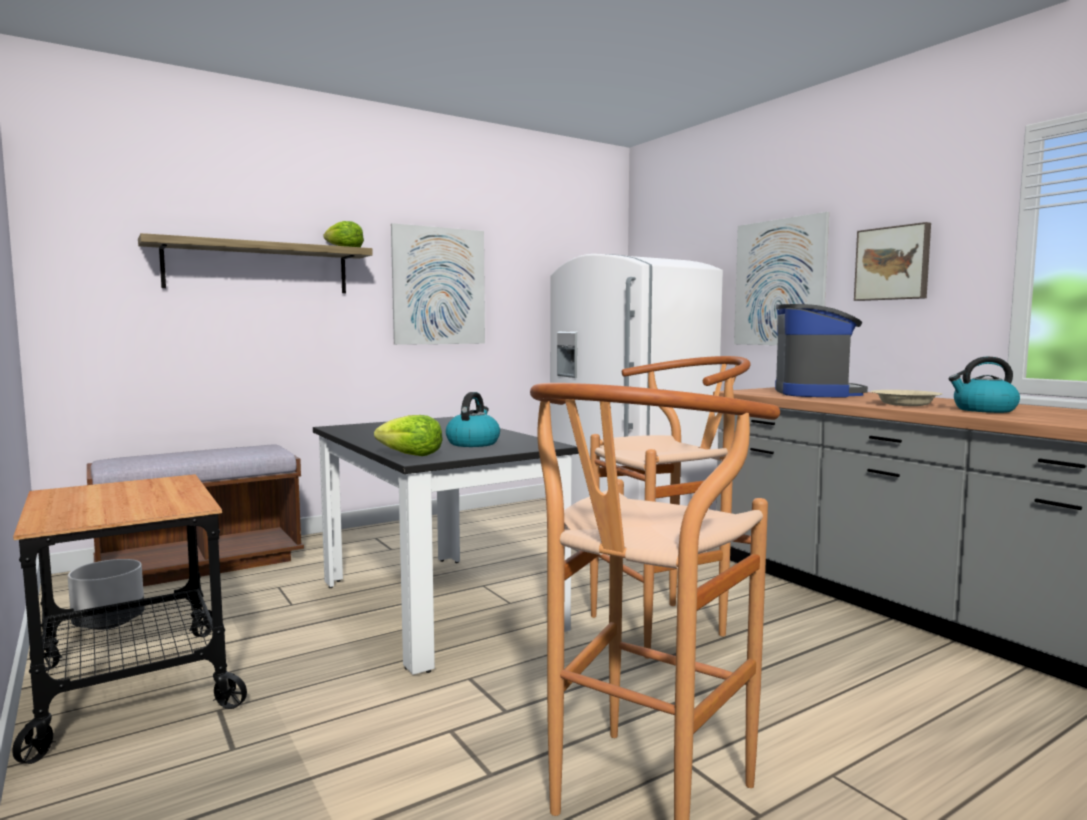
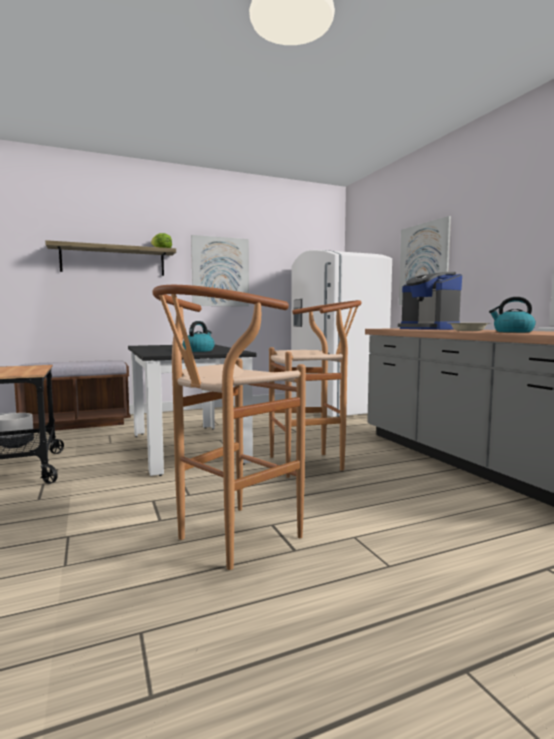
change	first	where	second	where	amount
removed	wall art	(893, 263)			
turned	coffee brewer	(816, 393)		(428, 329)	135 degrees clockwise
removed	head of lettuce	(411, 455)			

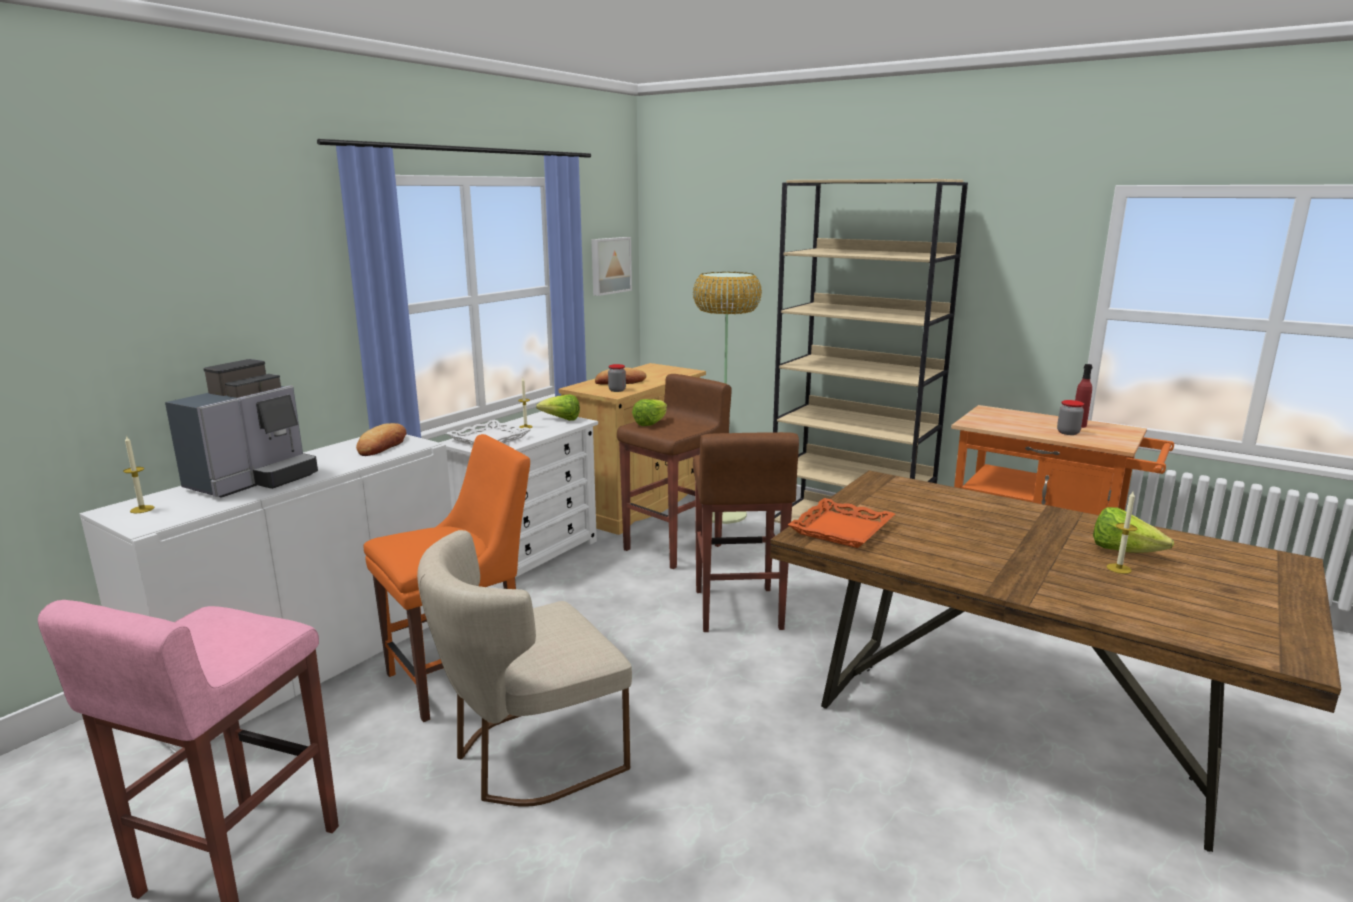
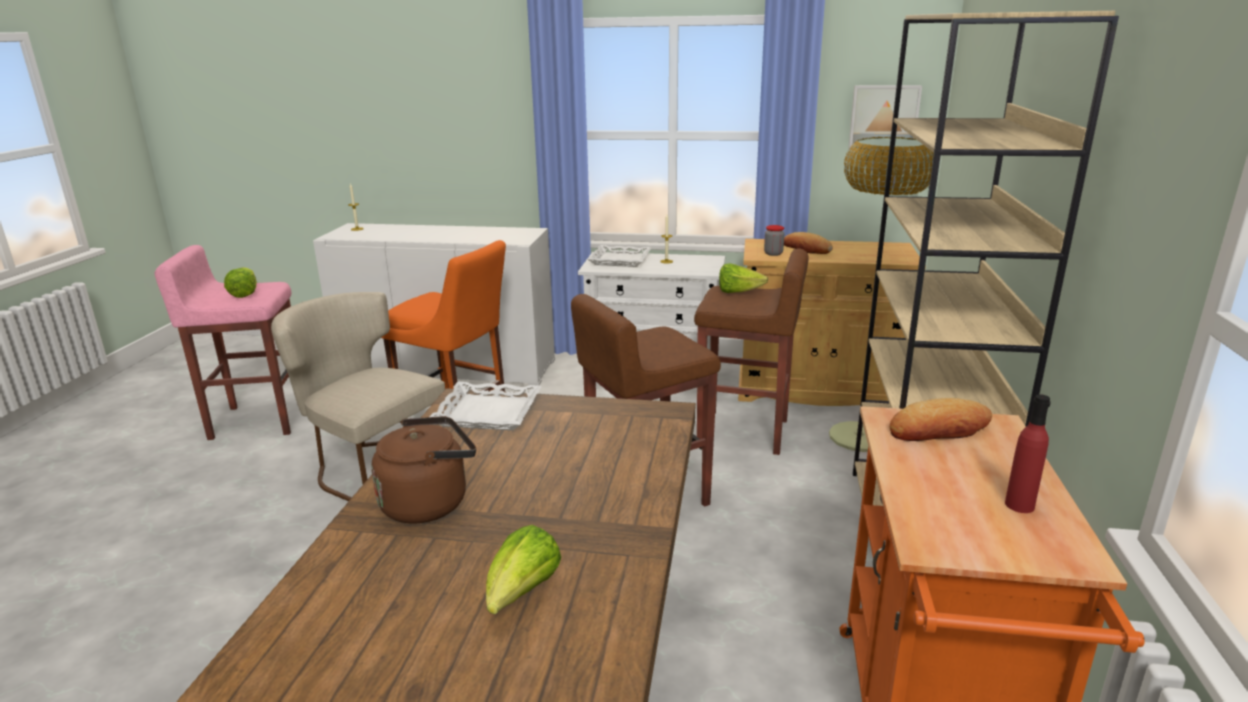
change	first	where	second	where	amount
removed	coffee brewer	(254, 480)			
moved	head of lettuce	(561, 419)		(244, 293)	
removed	jar	(1068, 432)			
moved	bakery bread	(383, 445)		(939, 429)	
removed	wax candle	(1118, 568)			
recoloured	orange carrying tray	(840, 529)	white carrying tray	(488, 412)	
added			brownish water kettle	(429, 502)	

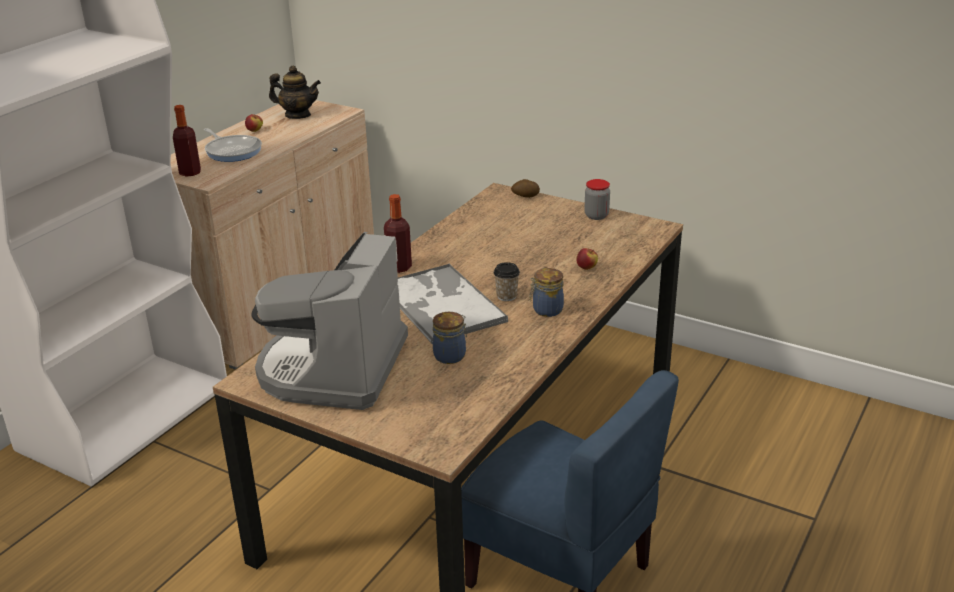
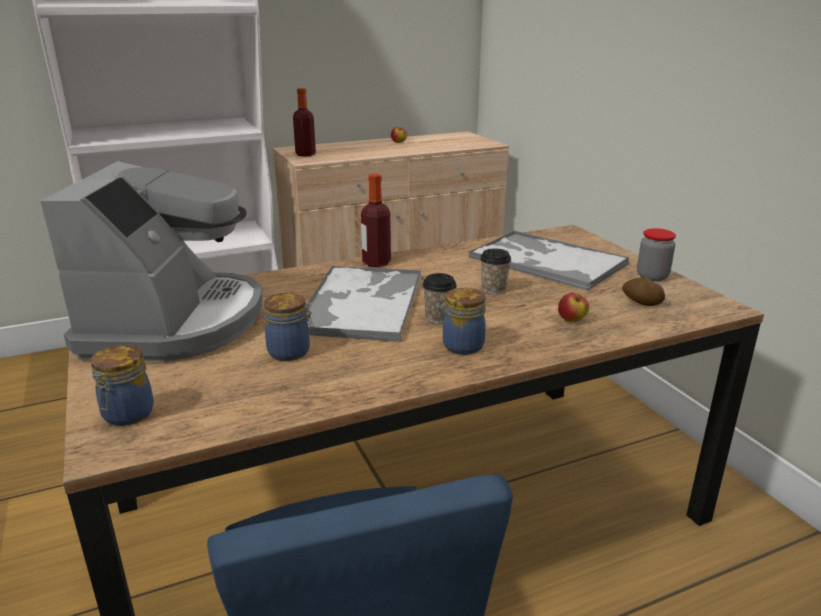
change	first	where	second	where	amount
removed	pot for tea	(297, 115)			
removed	skillet	(232, 151)			
moved	whole potato	(525, 196)		(641, 303)	
turned	coffee brewer	(333, 368)		(175, 322)	135 degrees clockwise
added			carrying tray	(546, 261)	
added			drinking cup	(493, 289)	
added			jar	(127, 415)	

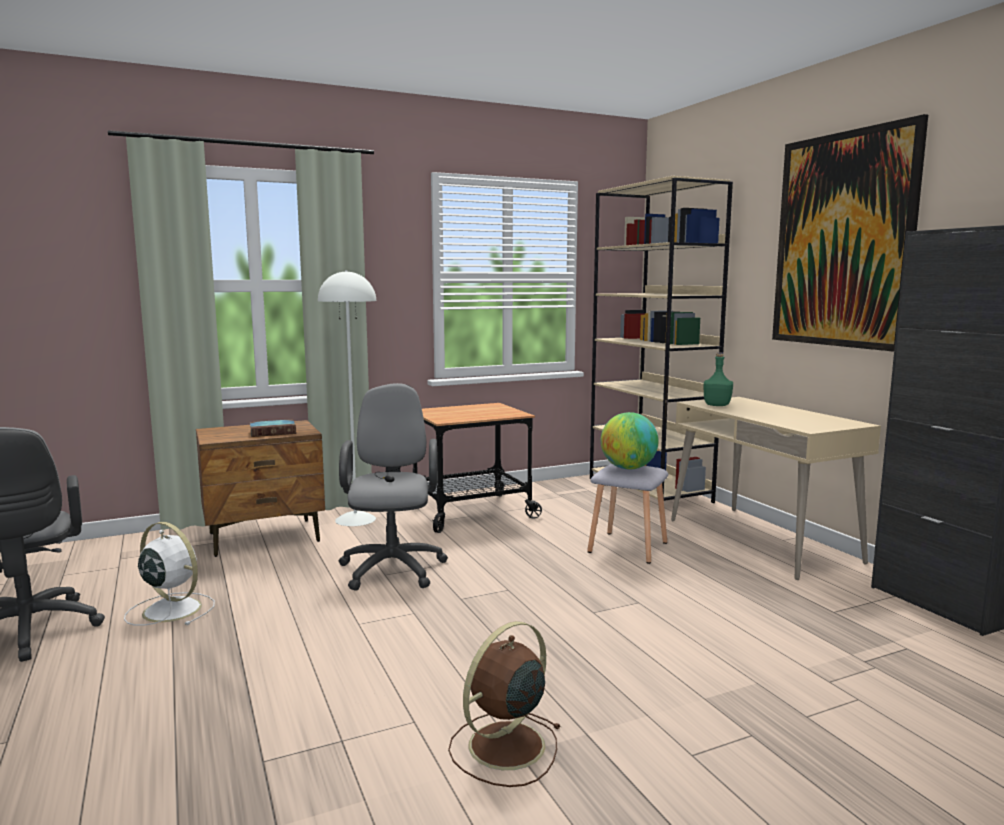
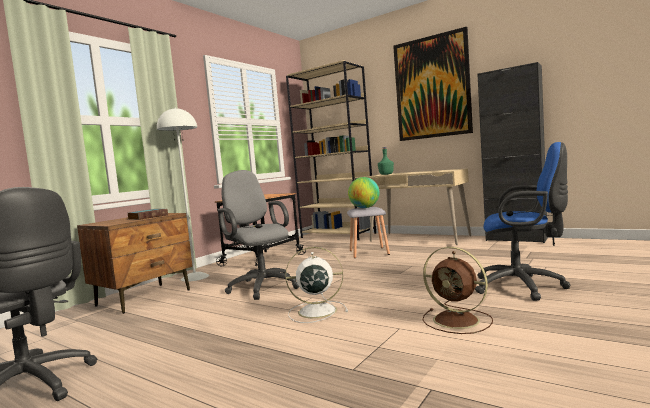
change	first	where	second	where	amount
moved	white cooling fan	(170, 609)		(315, 311)	
turned	brownish cooling fan	(504, 747)		(458, 320)	60 degrees counterclockwise
added			blue computer chair	(523, 287)	

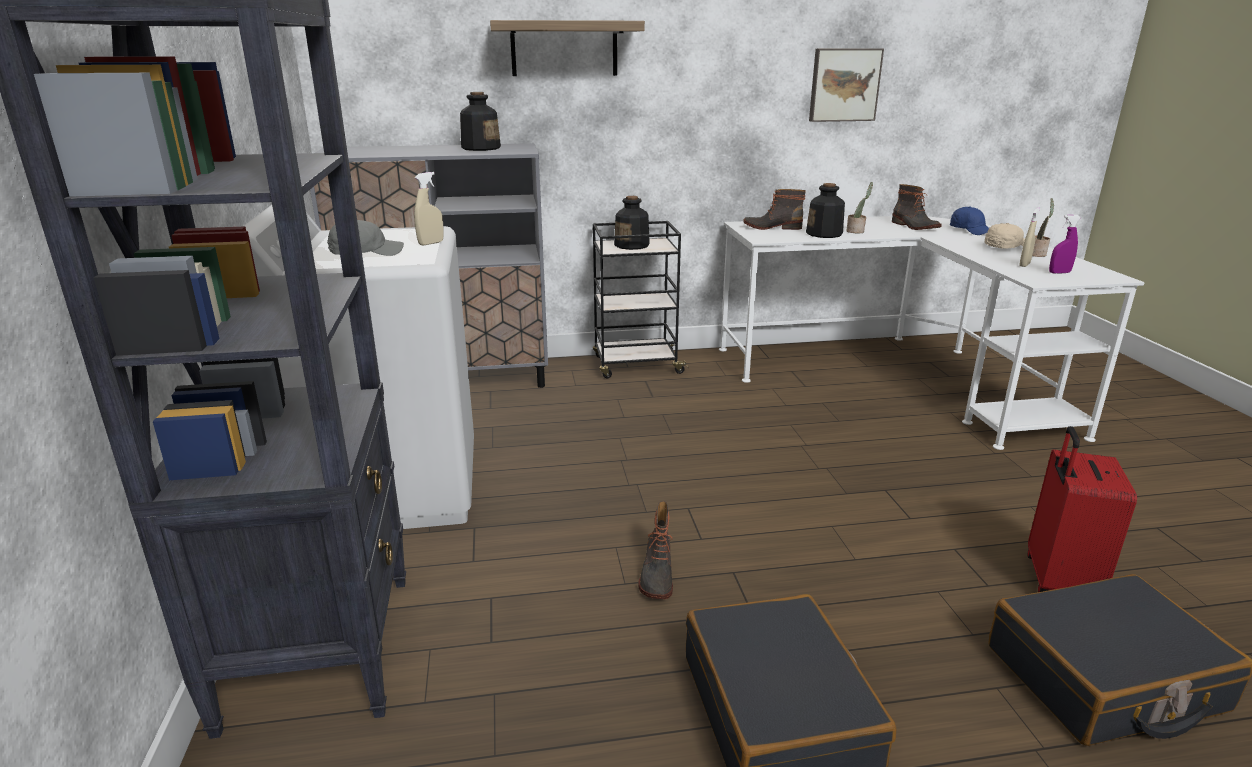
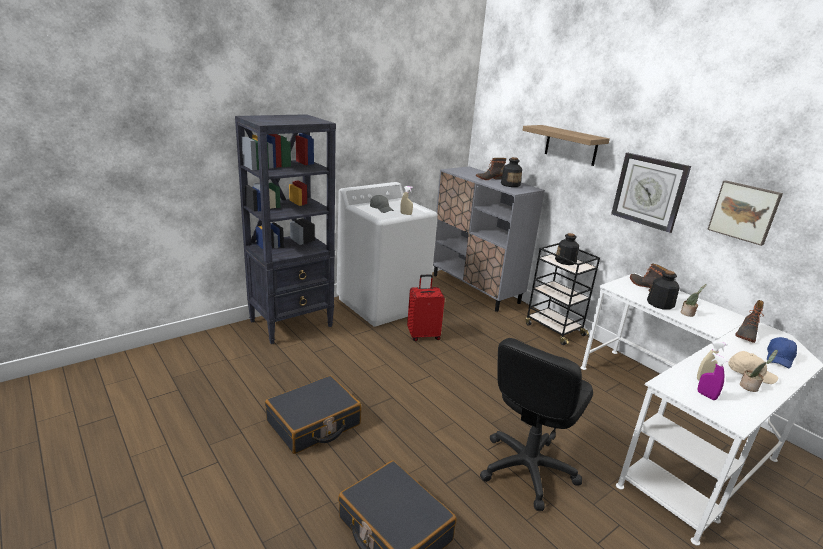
change	first	where	second	where	amount
moved	red suitcase	(1057, 581)		(423, 335)	
moved	high-top boot	(656, 575)		(489, 178)	
added			wall clock	(649, 191)	
added			black-coloured computer chair	(527, 469)	

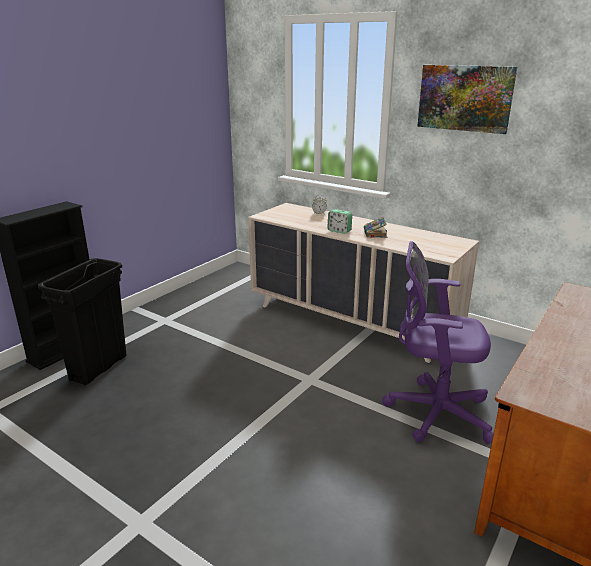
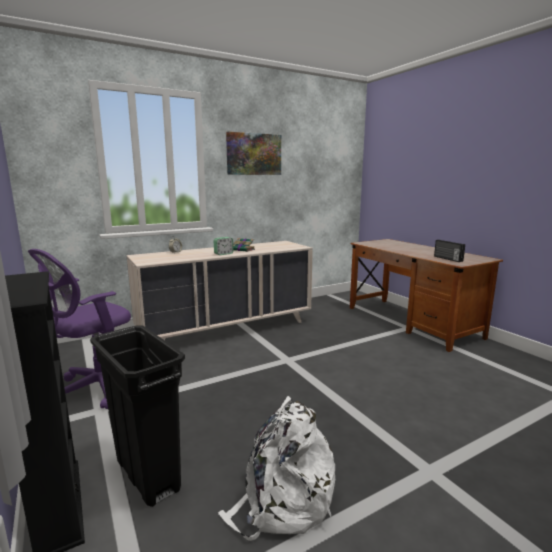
change	first	where	second	where	amount
moved	purple-coloured computer chair	(433, 412)		(98, 388)	
added			radio receiver	(447, 259)	
added			white knapsack	(282, 500)	

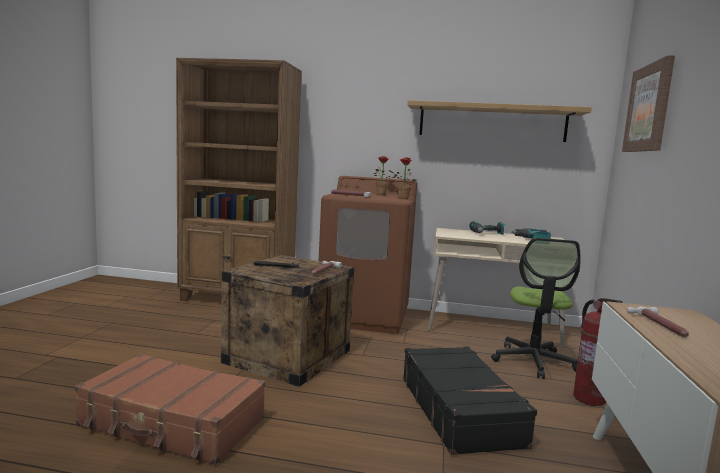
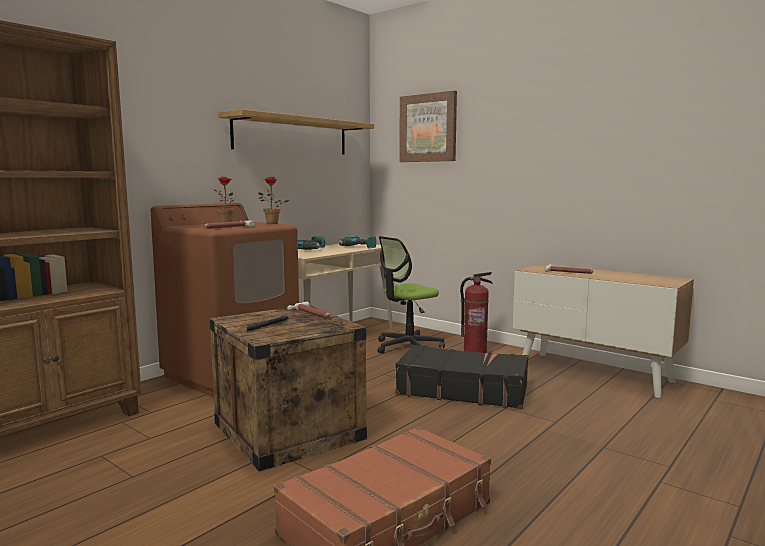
change	first	where	second	where	amount
turned	computer chair	(533, 361)		(408, 347)	105 degrees clockwise

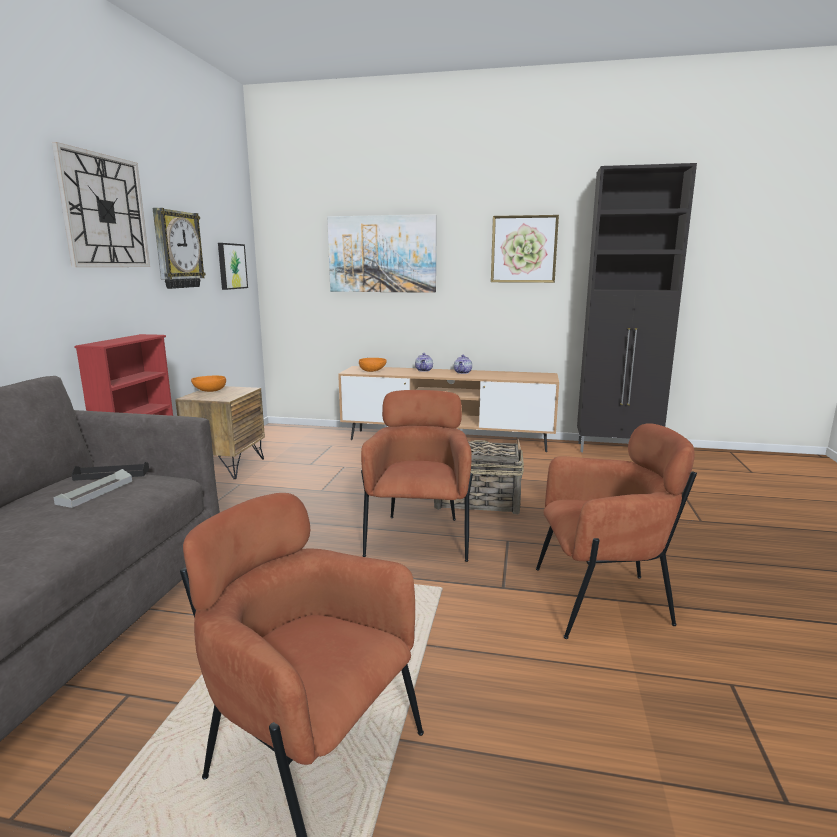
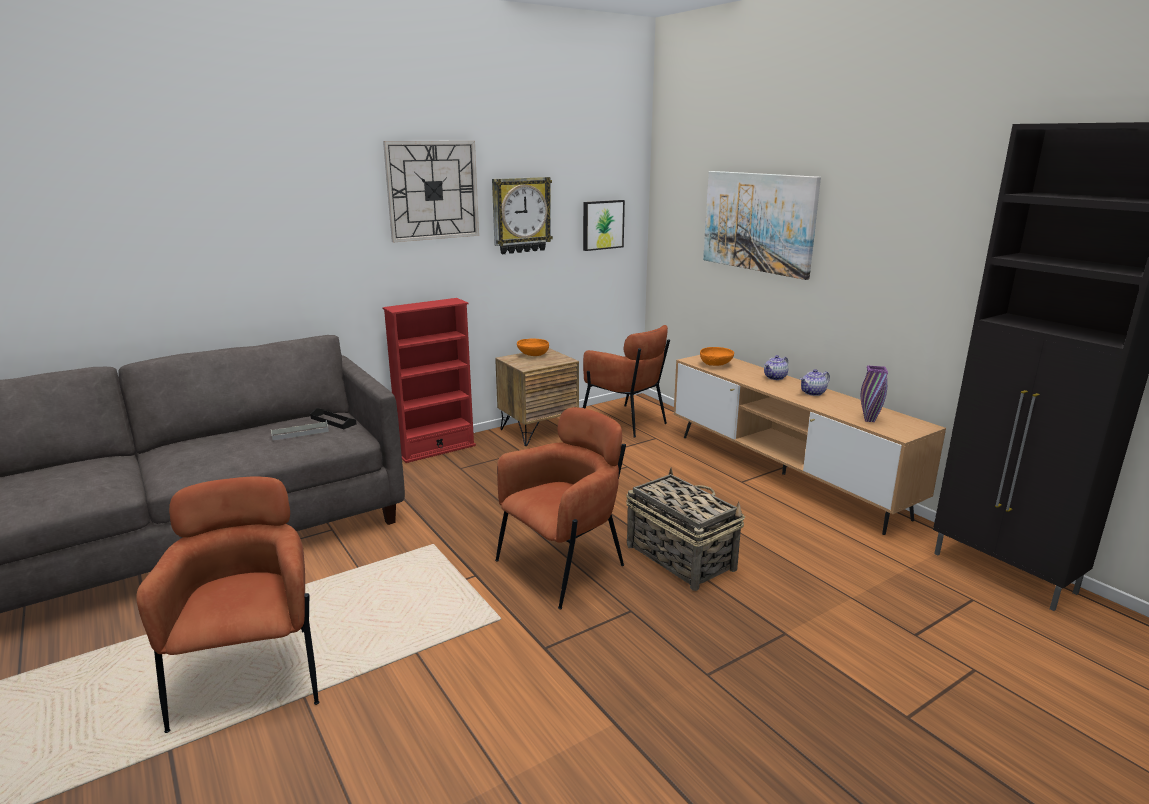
change	first	where	second	where	amount
removed	wall art	(524, 249)			
moved	brownish armchair	(602, 600)		(626, 422)	
added			purple-coloured flower vase	(869, 420)	

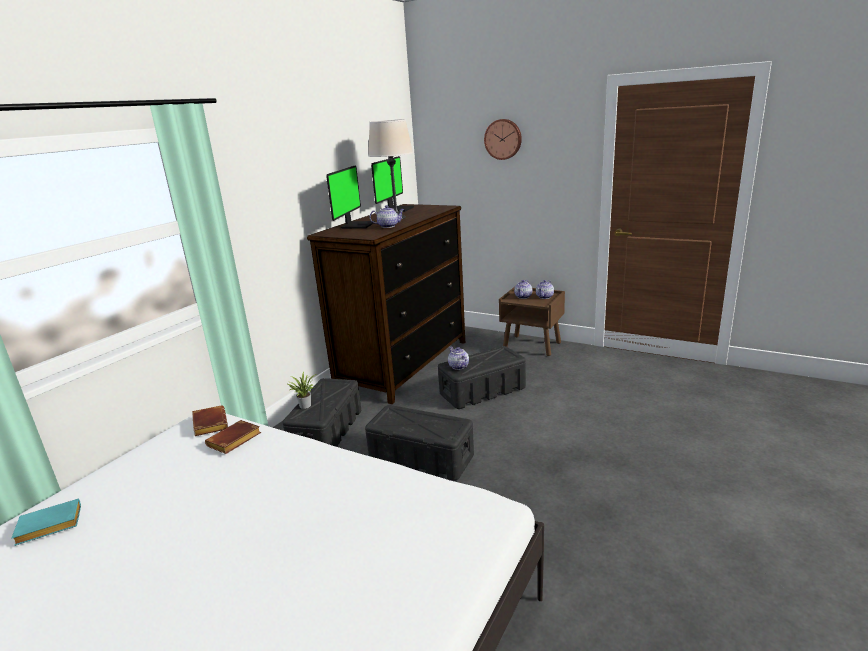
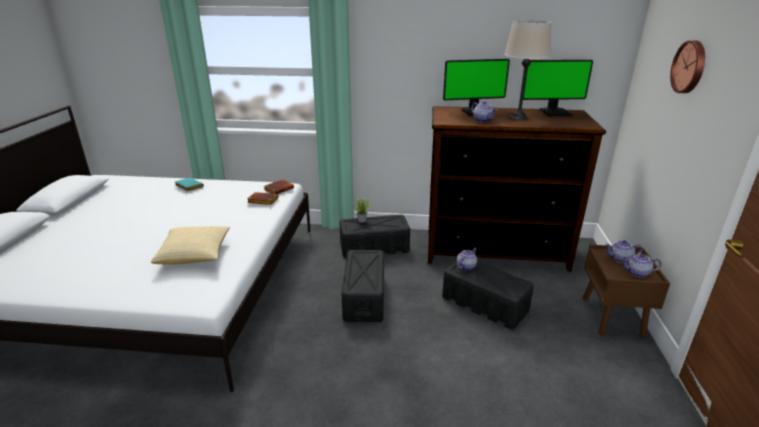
change	first	where	second	where	amount
added			pillow	(194, 255)	

